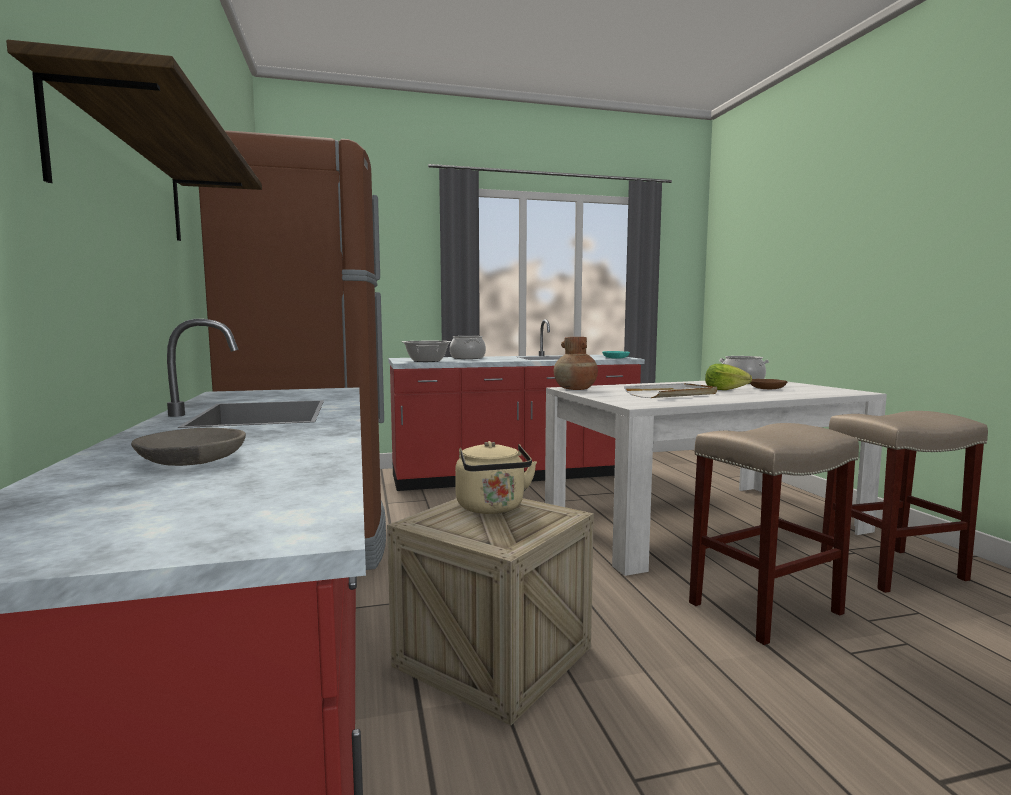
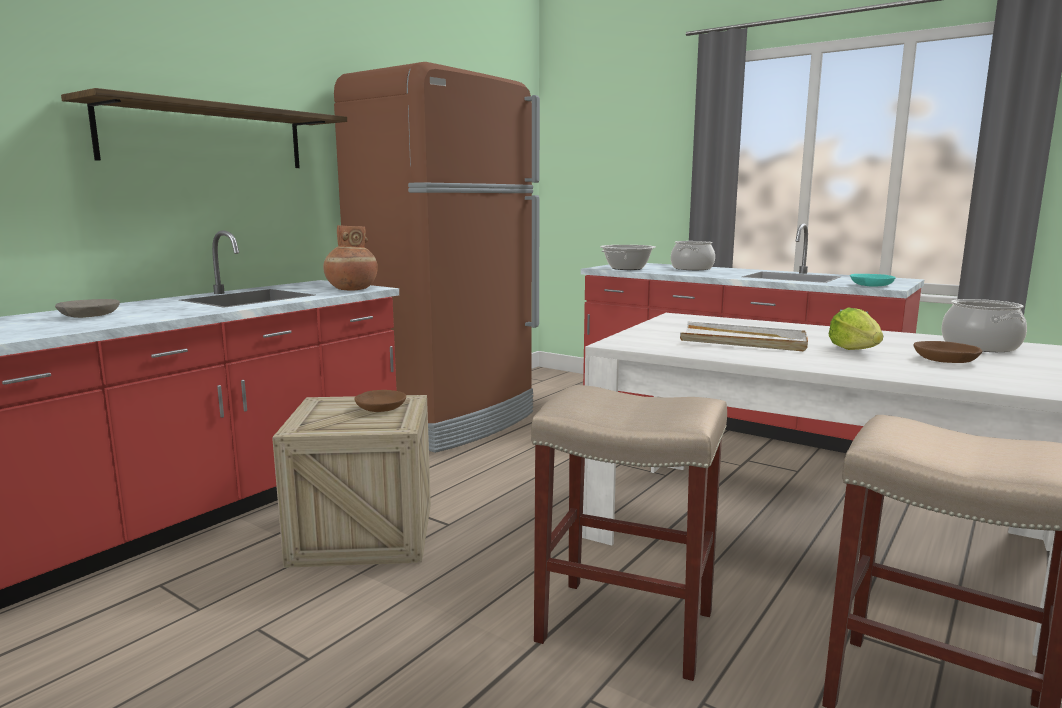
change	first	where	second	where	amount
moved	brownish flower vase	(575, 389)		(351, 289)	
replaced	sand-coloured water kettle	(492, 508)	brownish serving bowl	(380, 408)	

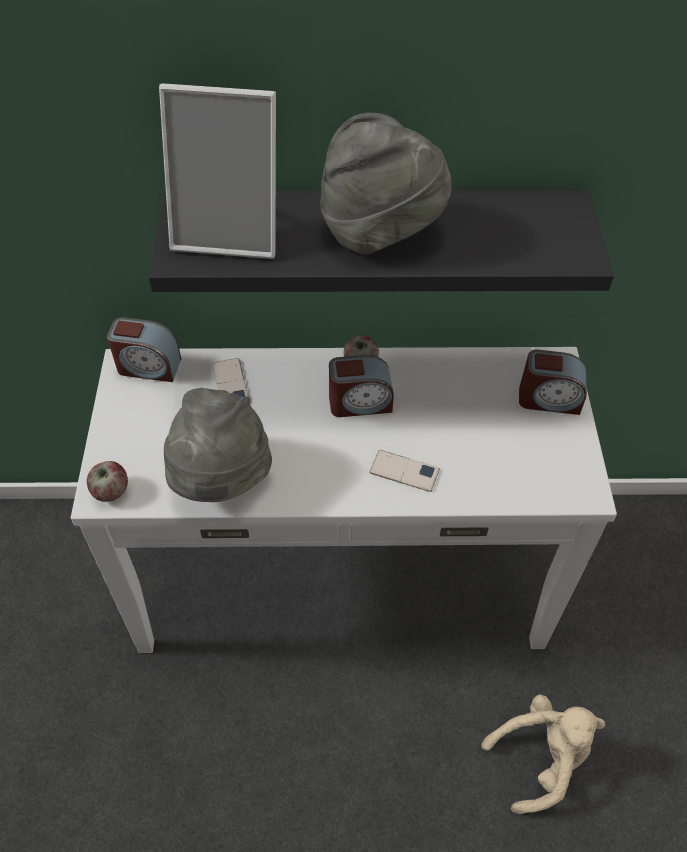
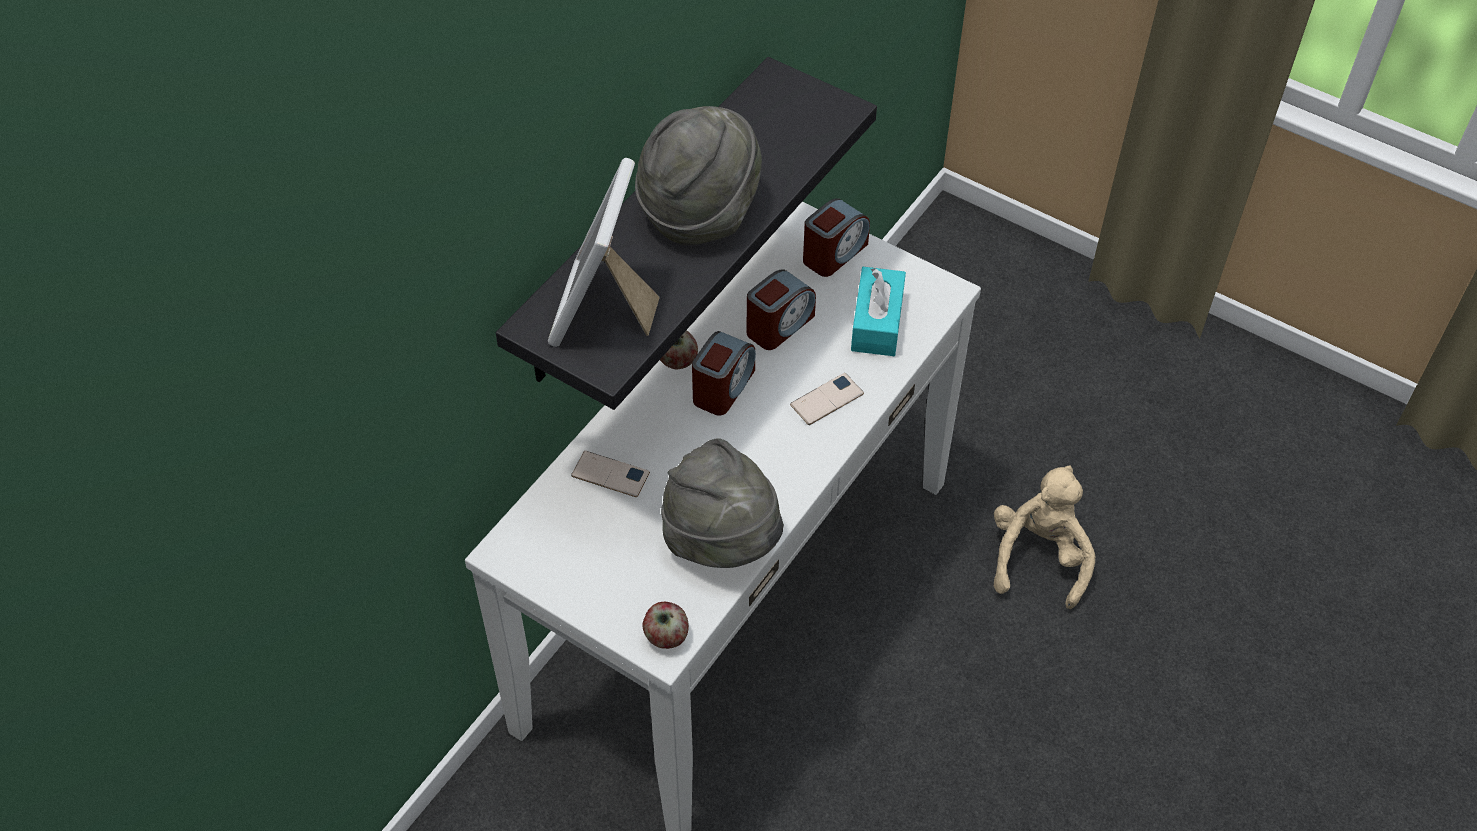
change	first	where	second	where	amount
turned	picture frame	(230, 231)		(603, 310)	150 degrees clockwise
moved	bedside clock	(148, 367)		(779, 325)	
added			blue-green box of tissues	(877, 323)	

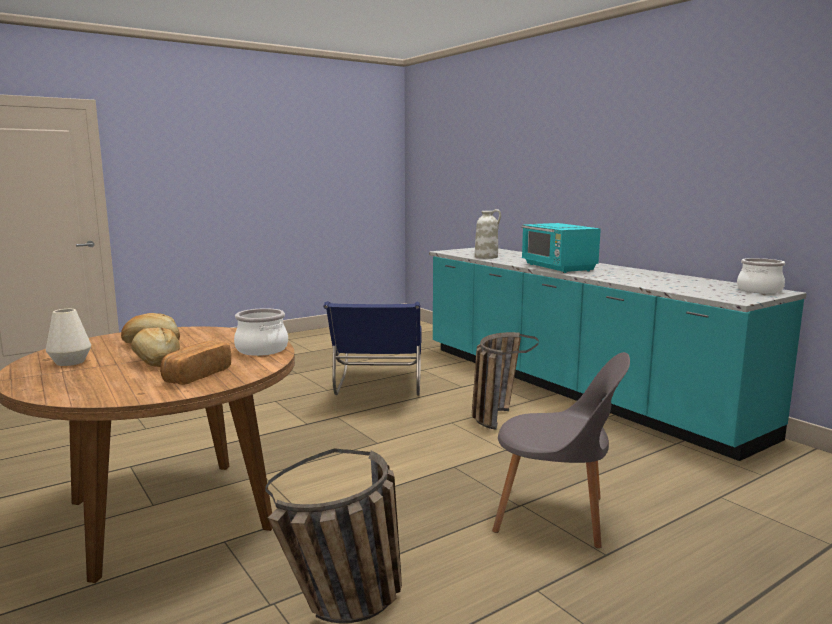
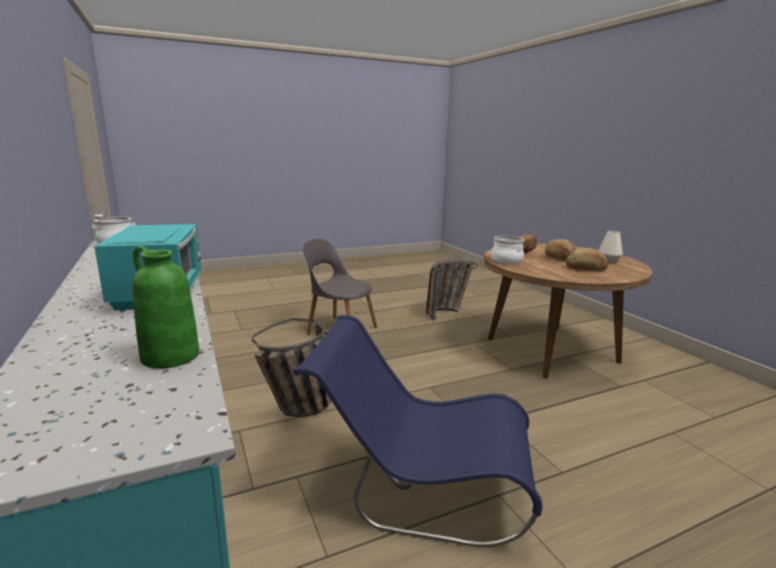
change	first	where	second	where	amount
recoloured	white flower vase	(486, 257)	green flower vase	(169, 356)	
turned	blue upright chair	(378, 389)		(420, 487)	90 degrees counterclockwise

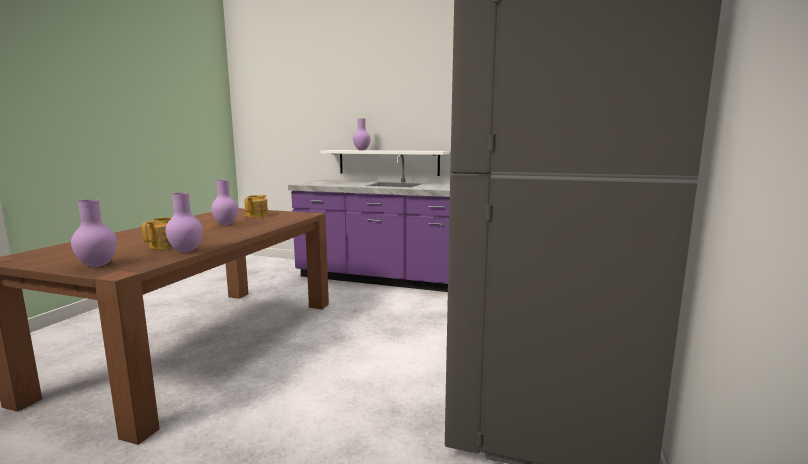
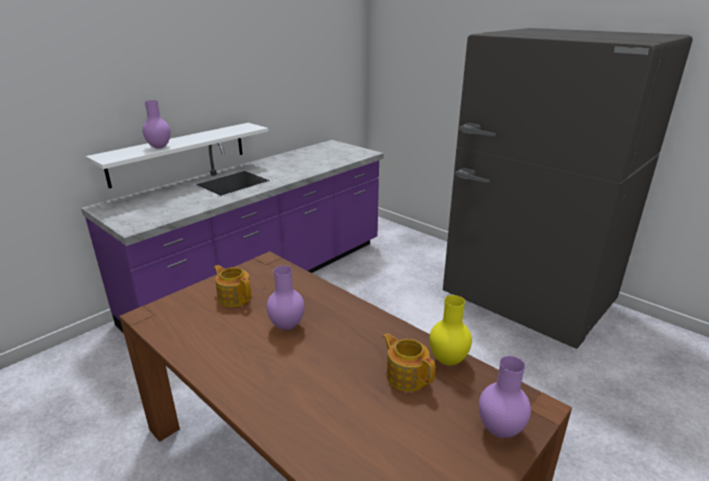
change	first	where	second	where	amount
recoloured	purple-coloured flower vase	(186, 251)	yellowish flower vase	(449, 360)	

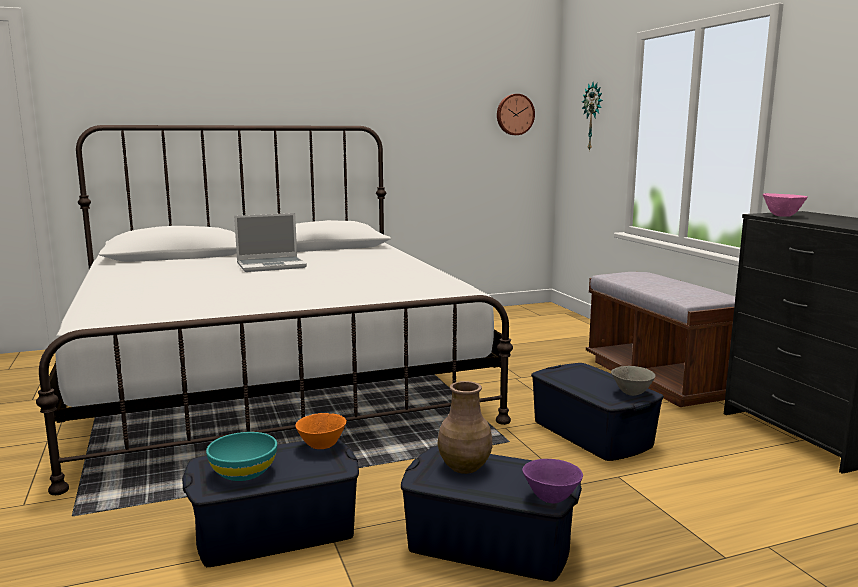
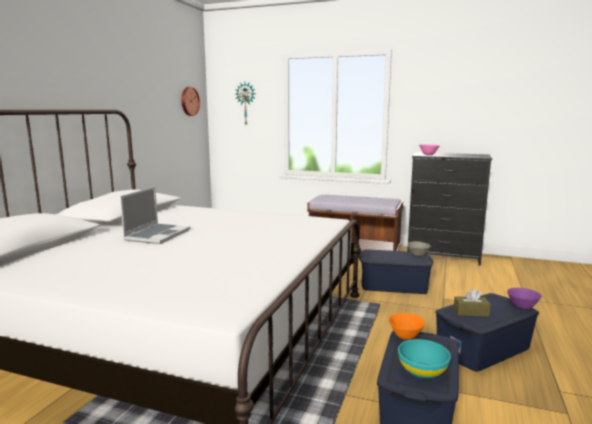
change	first	where	second	where	amount
replaced	brownish flower vase	(465, 467)	brownish box of tissues	(471, 312)	

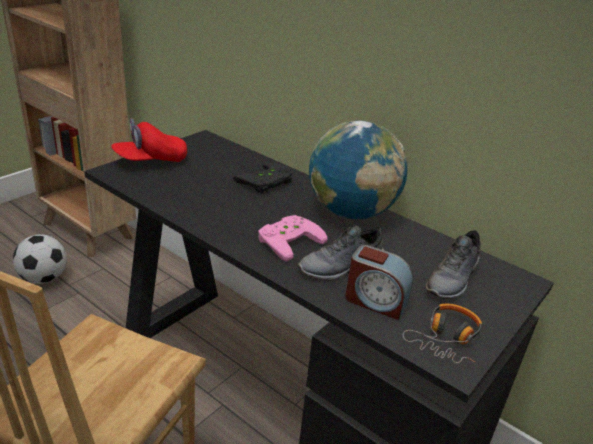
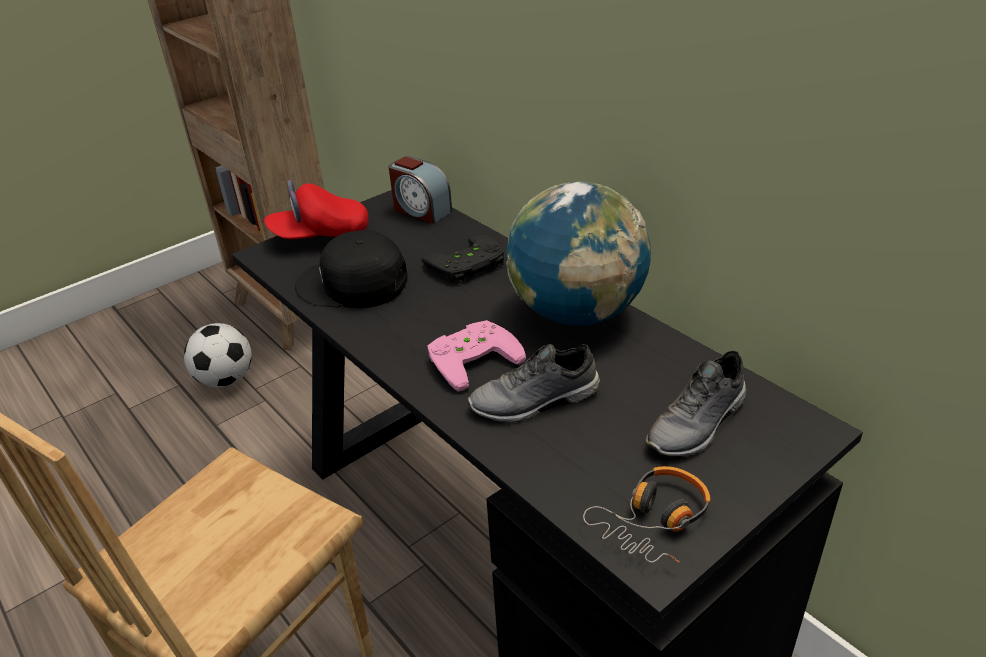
change	first	where	second	where	amount
moved	bedside clock	(375, 301)		(421, 210)	
added			black-coloured peaked cap	(352, 284)	

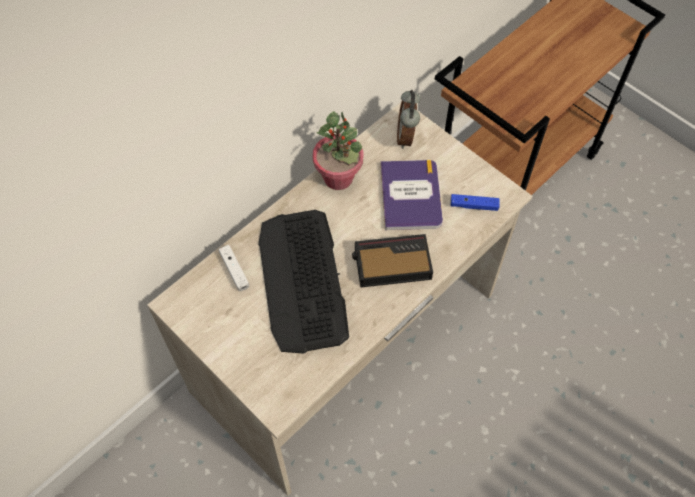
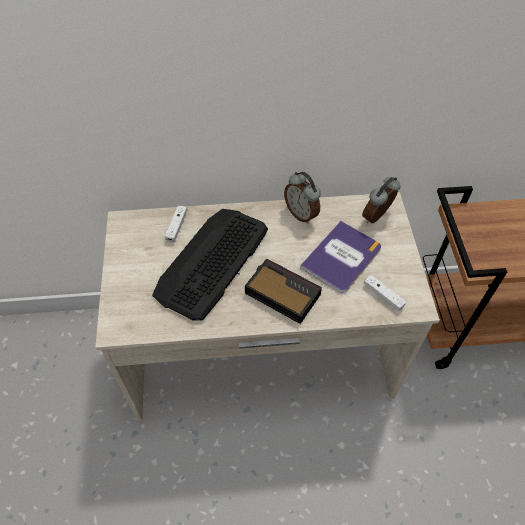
change	first	where	second	where	amount
replaced	houseplant	(338, 178)	bedside clock	(301, 214)	
recoloured	blue gamepad	(473, 206)	white gamepad	(383, 295)	

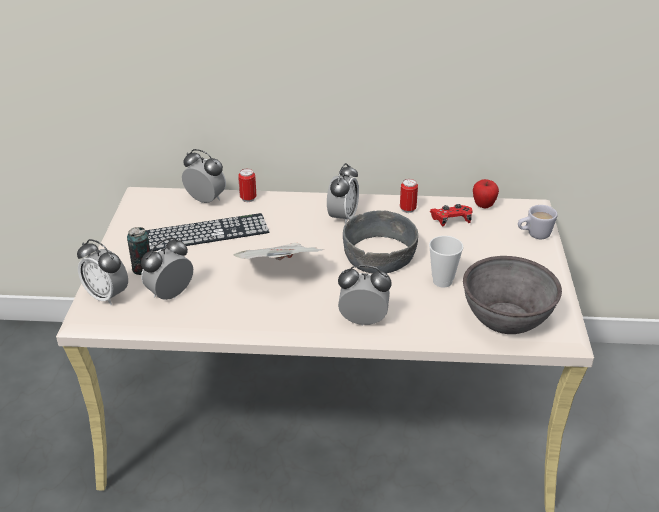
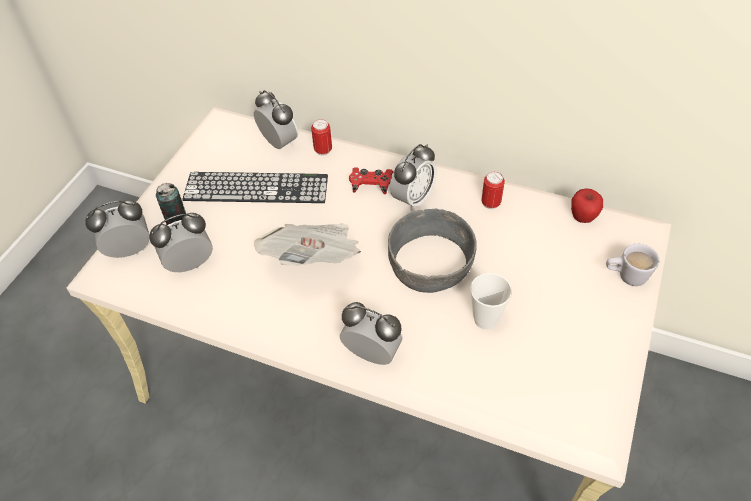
change	first	where	second	where	amount
moved	red gamepad	(451, 220)		(371, 185)	
turned	bedside clock	(107, 296)		(129, 250)	105 degrees clockwise
removed	grey serving bowl	(506, 318)			

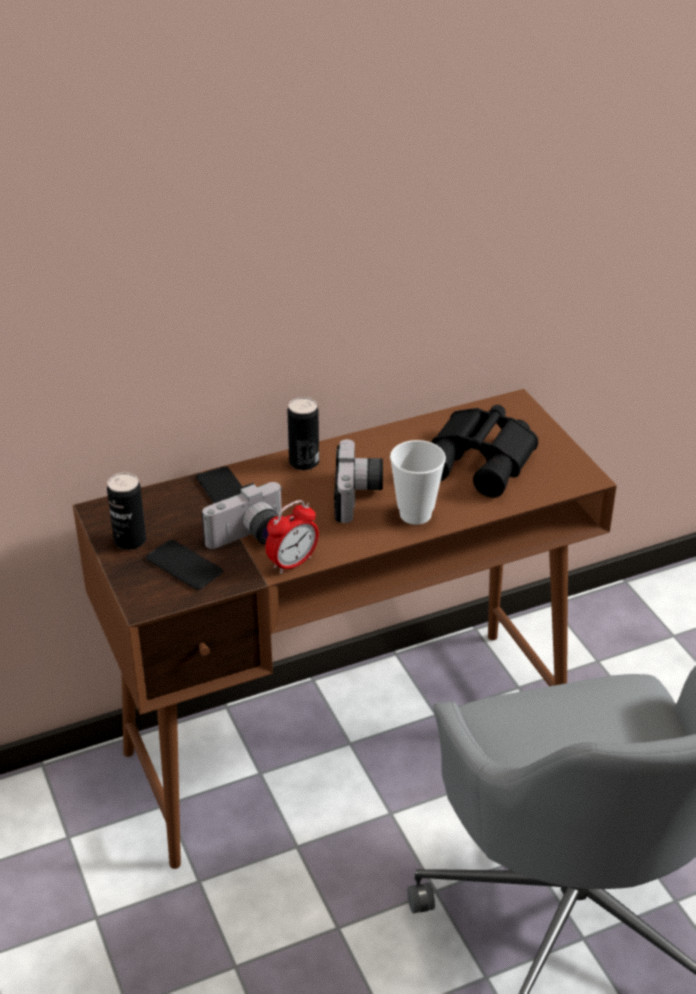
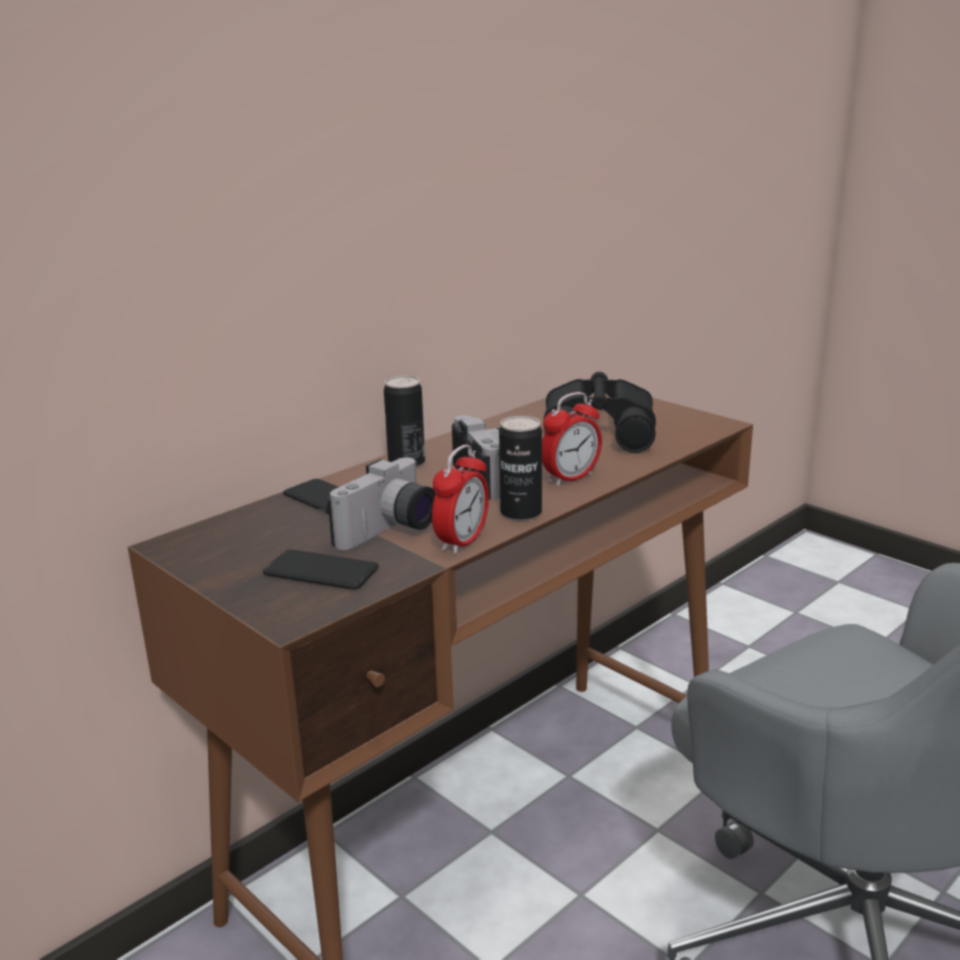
change	first	where	second	where	amount
replaced	drinking cup	(415, 514)	bedside clock	(570, 478)	
moved	metal can	(130, 540)		(521, 513)	

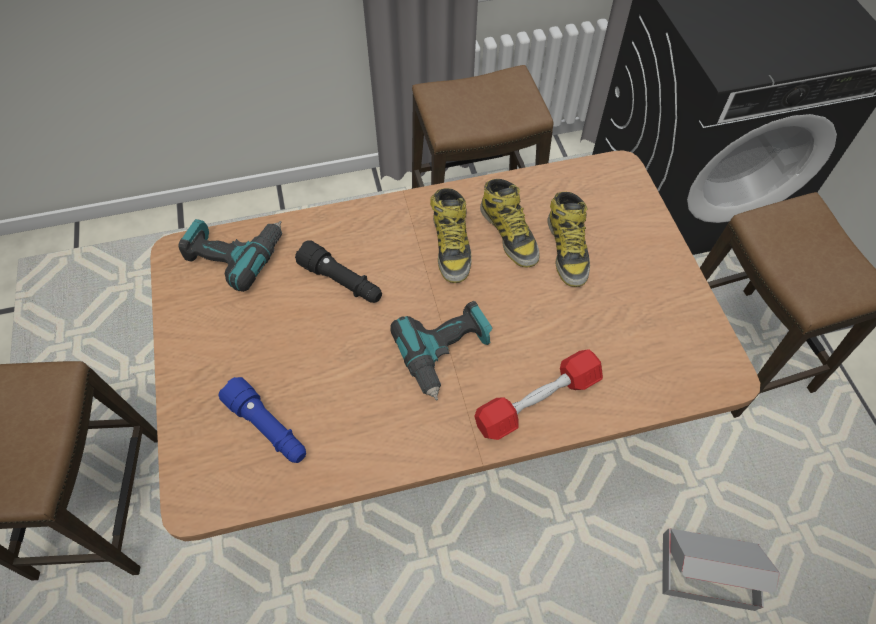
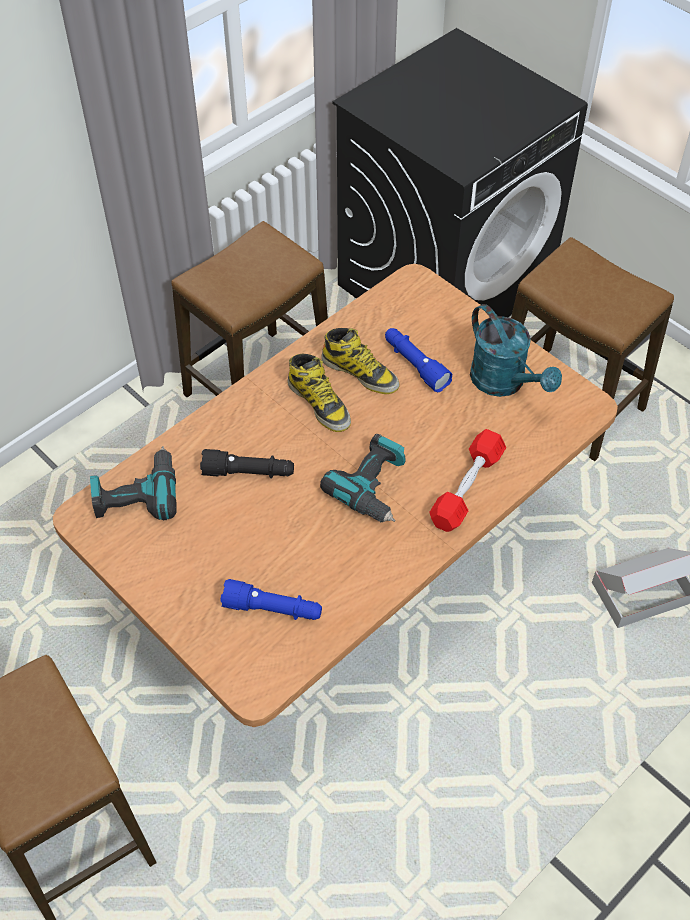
change	first	where	second	where	amount
replaced	high-top boot	(567, 250)	blue torch	(415, 365)	
added			blue-green watering pot	(504, 383)	

